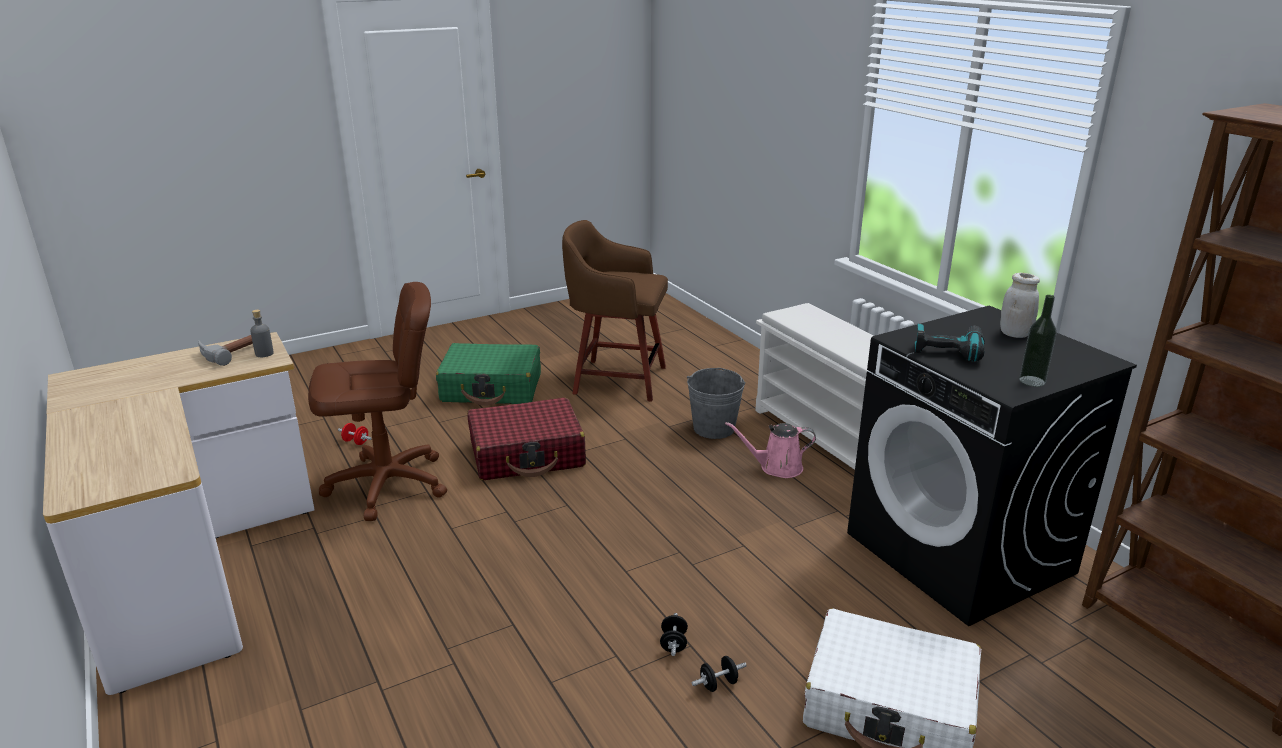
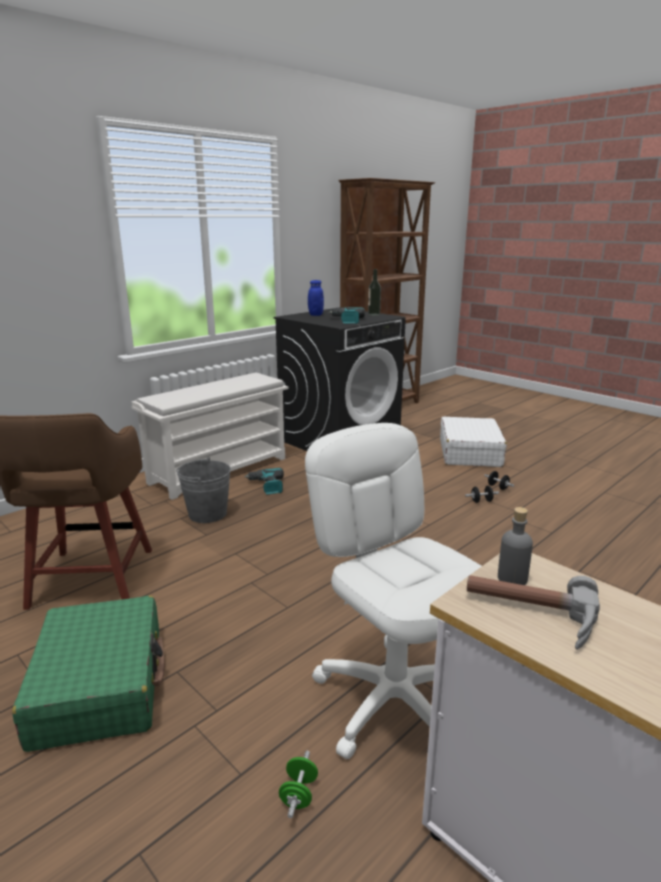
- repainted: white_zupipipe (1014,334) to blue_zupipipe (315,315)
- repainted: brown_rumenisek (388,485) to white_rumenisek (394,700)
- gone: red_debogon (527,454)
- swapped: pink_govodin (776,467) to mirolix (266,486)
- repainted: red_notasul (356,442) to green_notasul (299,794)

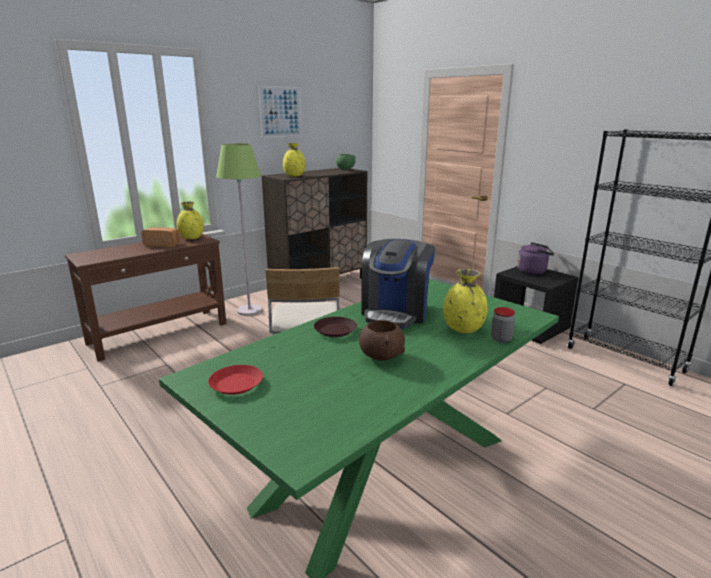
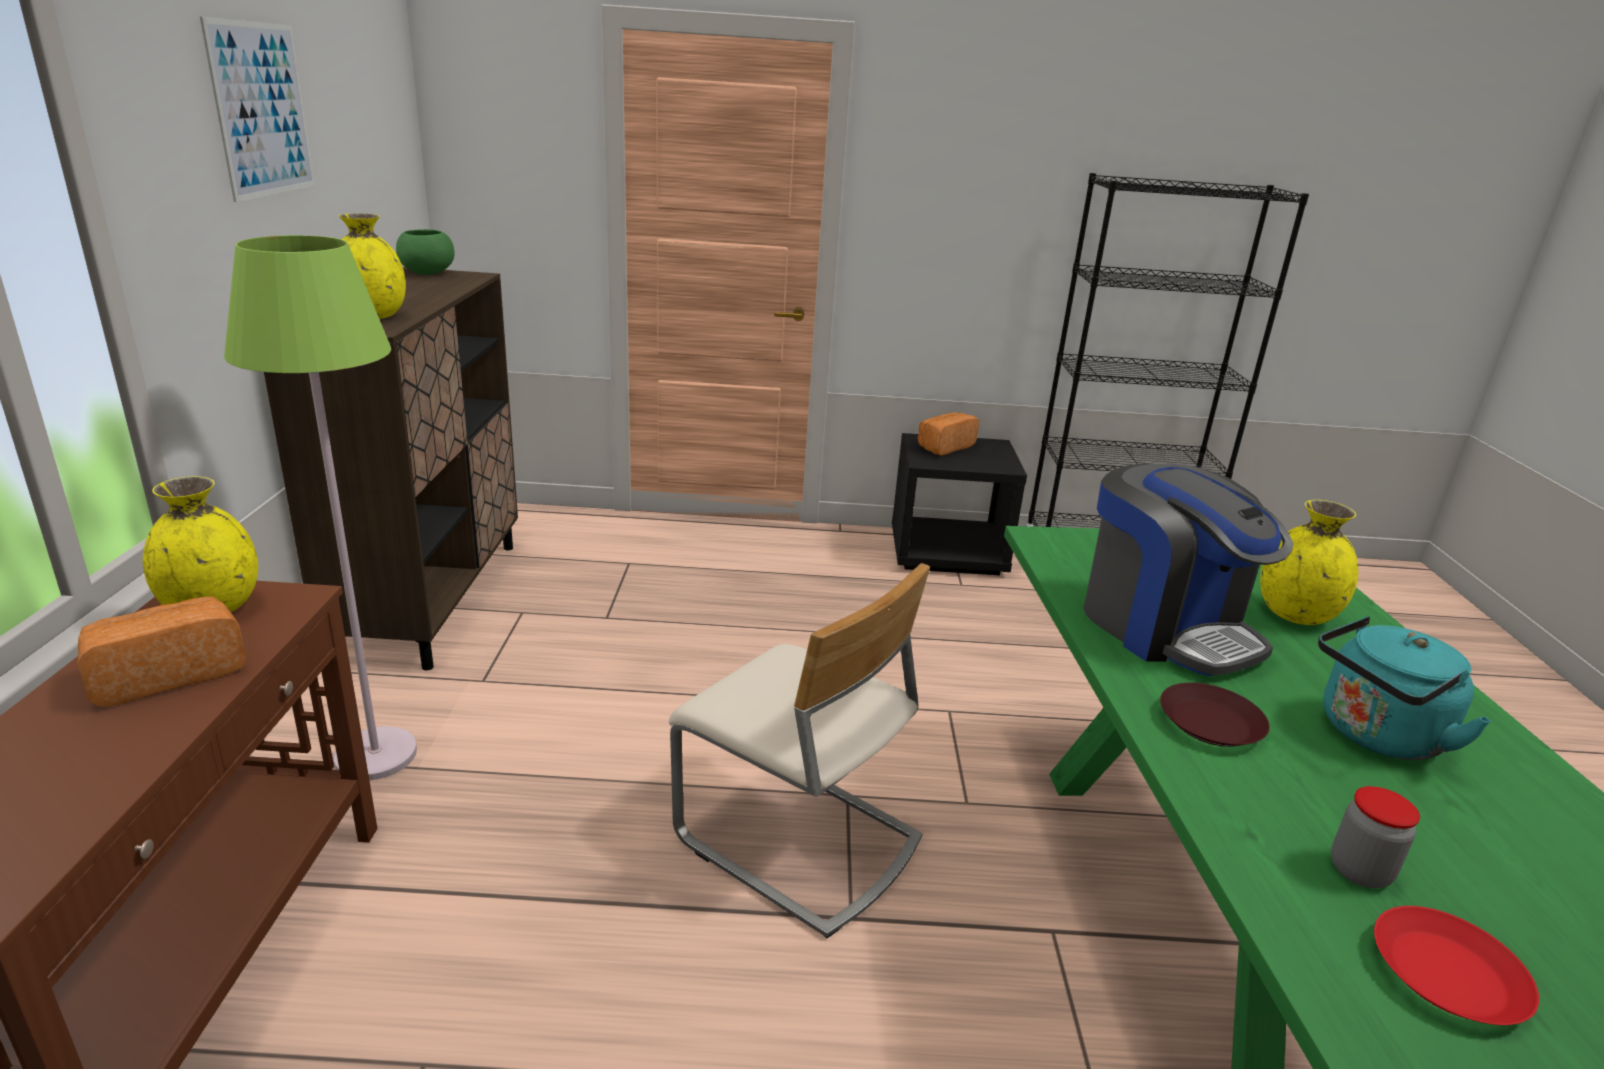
- swapped: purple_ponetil (533,271) to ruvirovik (944,446)
- shifted: zupipipe (501,339) to (1359,871)
- swapped: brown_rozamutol (381,356) to turquoise_ponetil (1375,736)

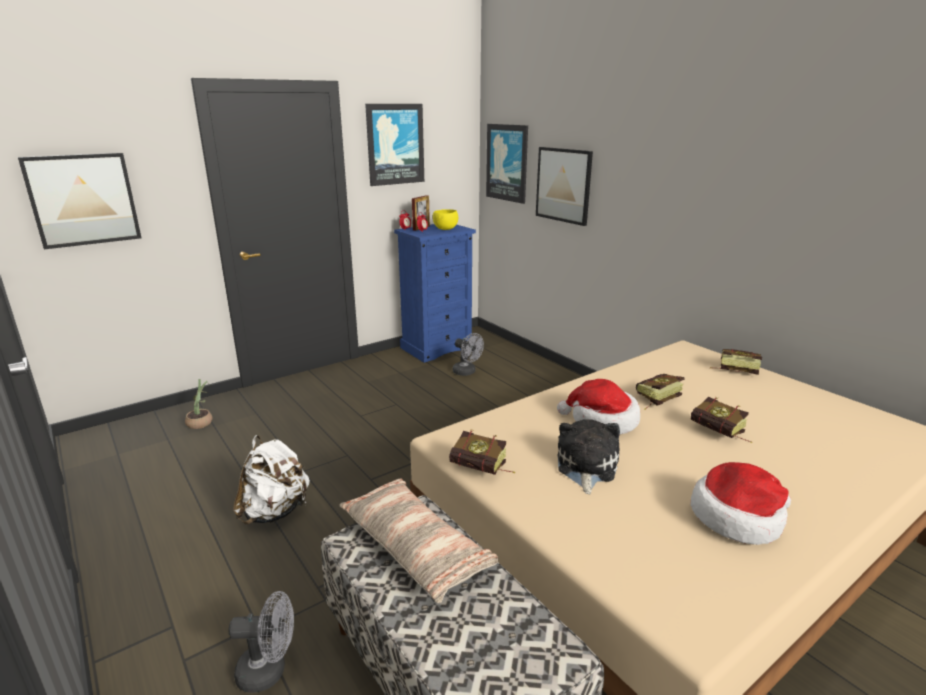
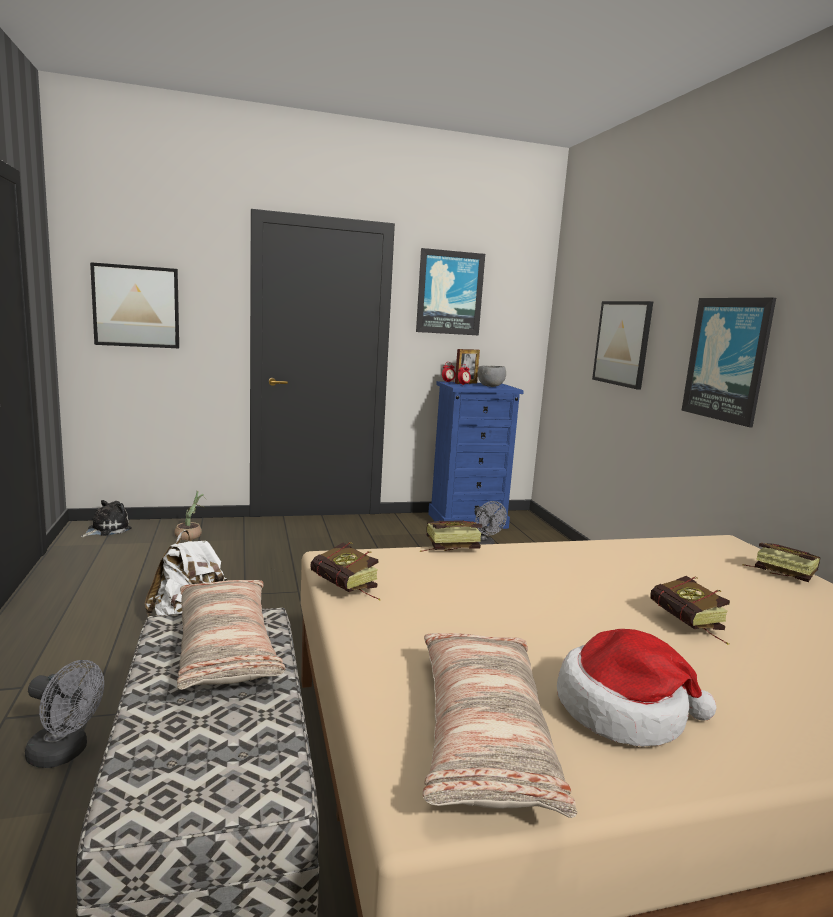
- shifted: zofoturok (507,163) to (727,359)
- repainted: yellow_rozamutol (445,229) to grey_rozamutol (490,386)
- shifted: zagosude (655,400) to (446,547)
- gone: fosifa (602,421)
- shifted: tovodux (585,467) to (106,529)
- new: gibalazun (482,733)

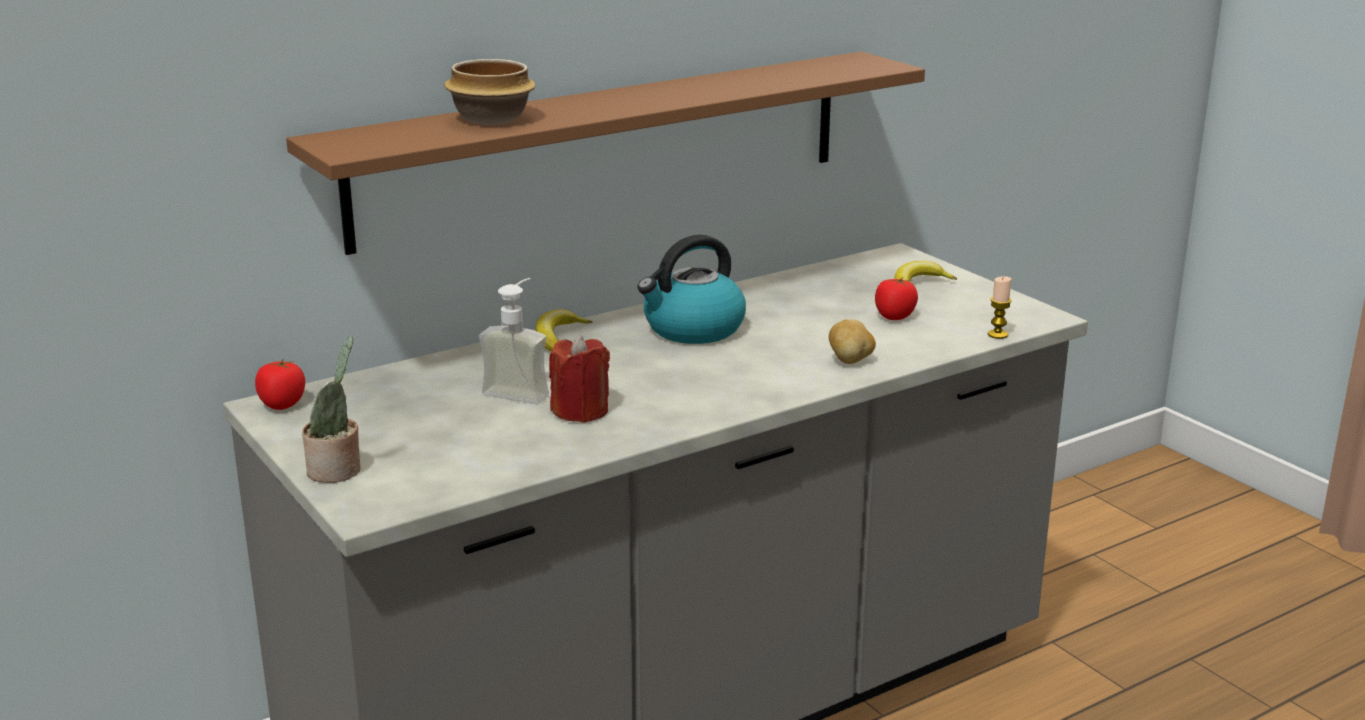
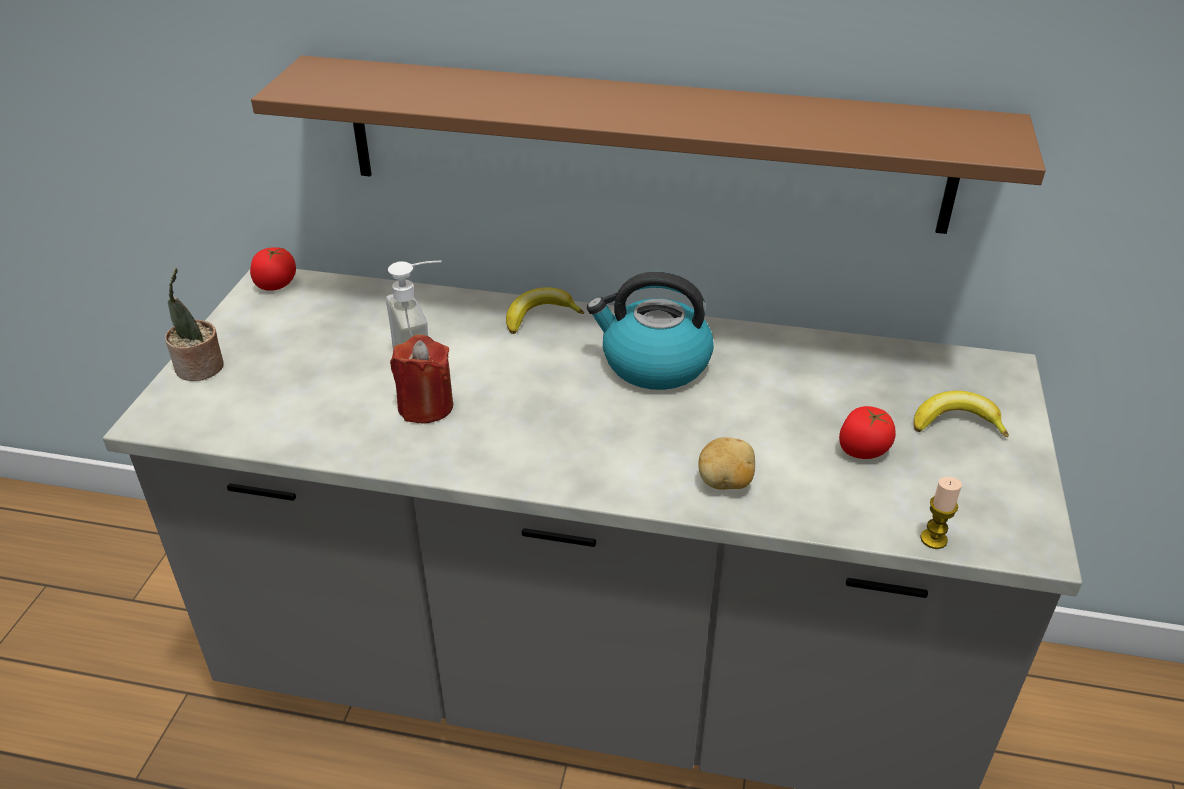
- gone: rozamutol (490,118)

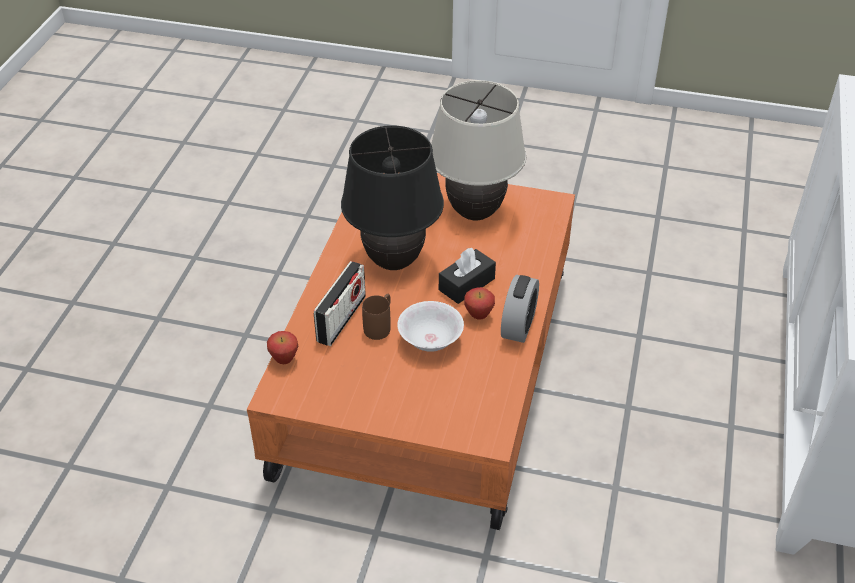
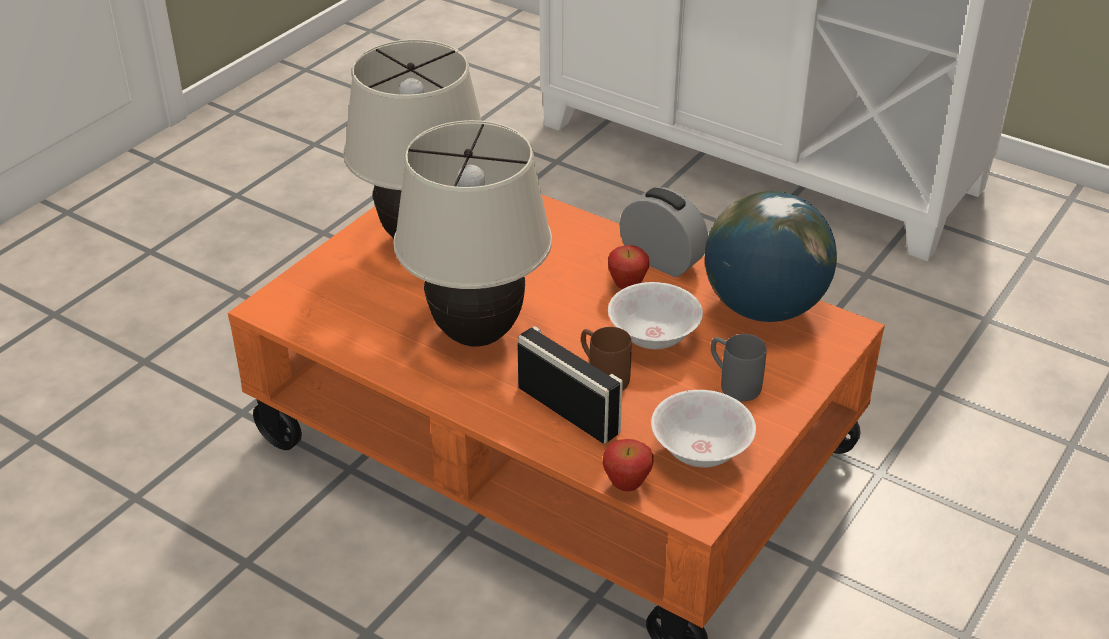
- repainted: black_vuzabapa (393,261) to beige_vuzabapa (476,335)
- gone: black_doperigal (466,284)
- new: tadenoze (765,308)
- new: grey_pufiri (733,383)
- new: white_rozamutol (701,452)

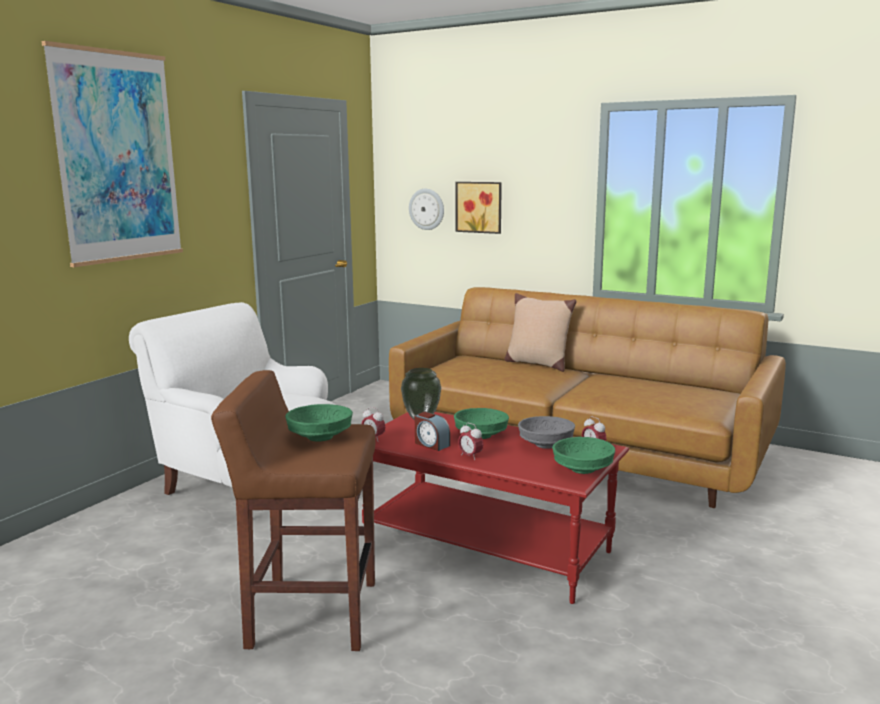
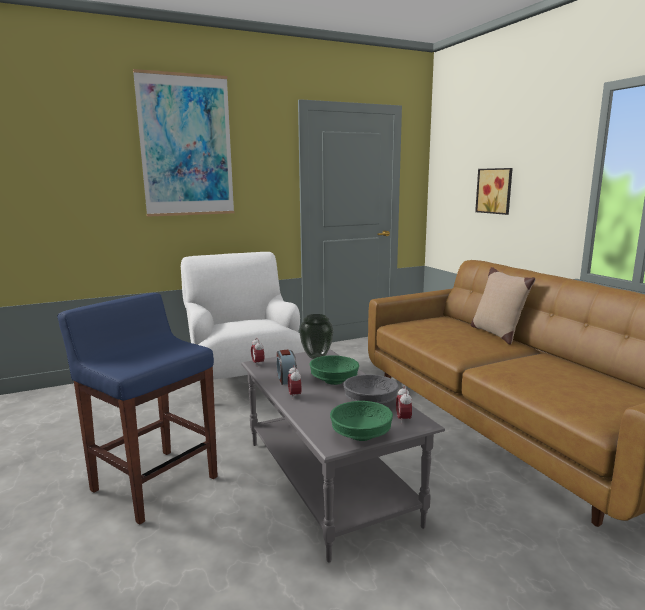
- gone: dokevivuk (427,209)
- repainted: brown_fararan (311,614) to blue_fararan (154,483)
- gone: green_rozamutol (321,437)
- repainted: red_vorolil (488,547) to grey_vorolil (329,480)

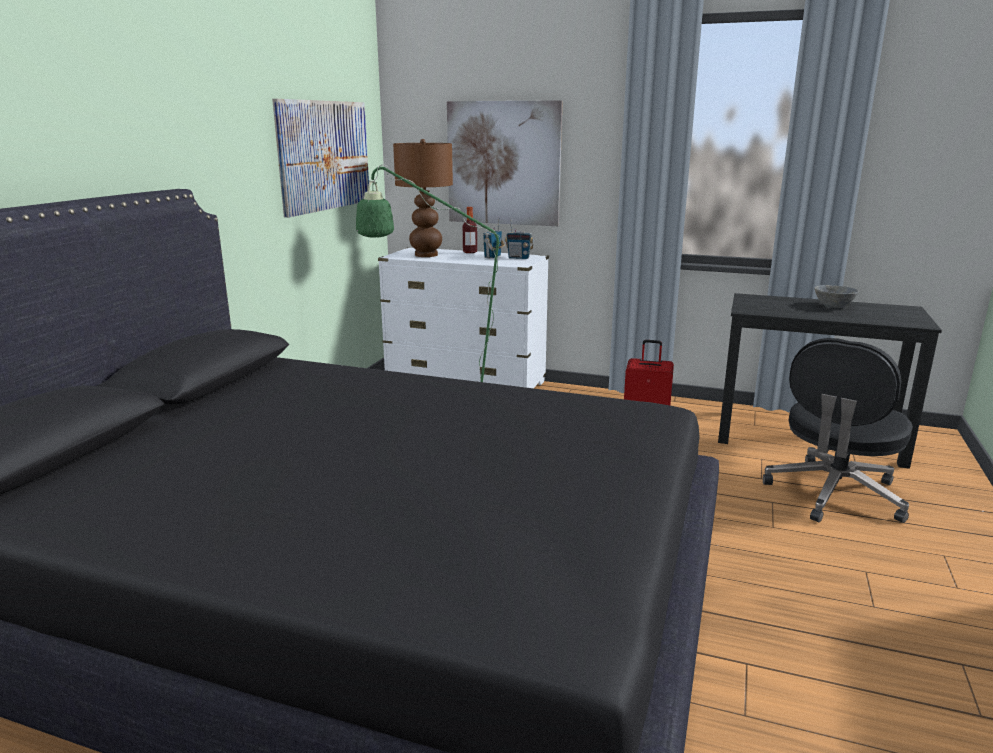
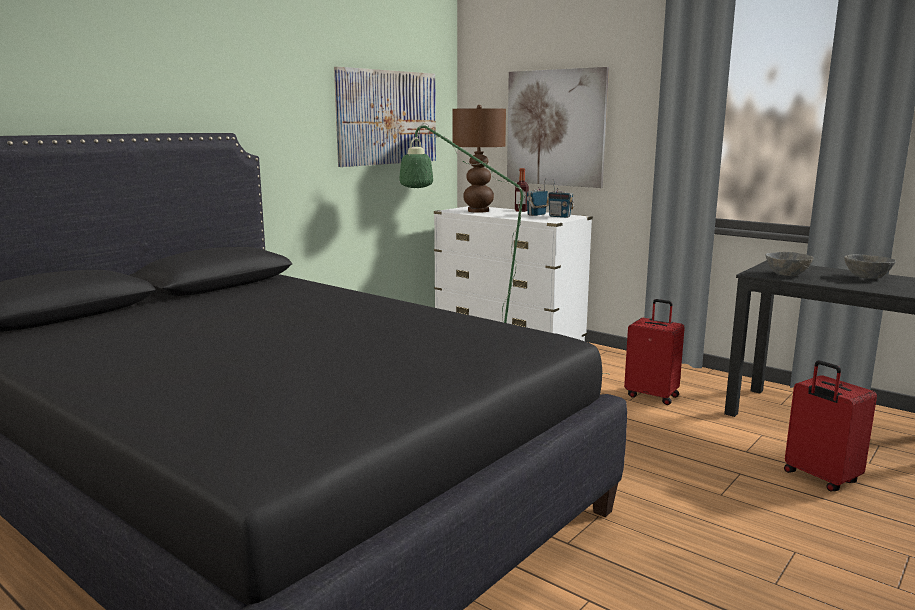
- swapped: black_rumenisek (834,494) to red_debogon (820,478)
- new: grey_rozamutol (786,274)

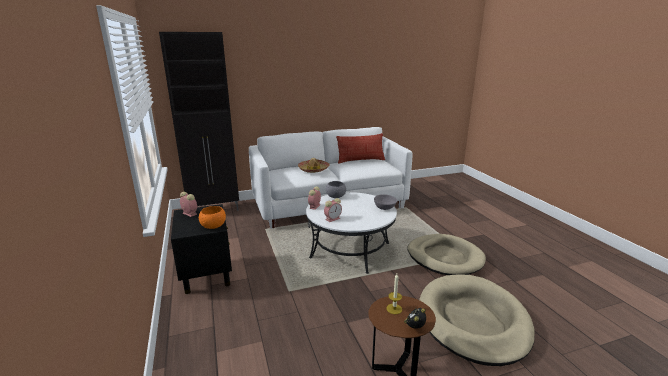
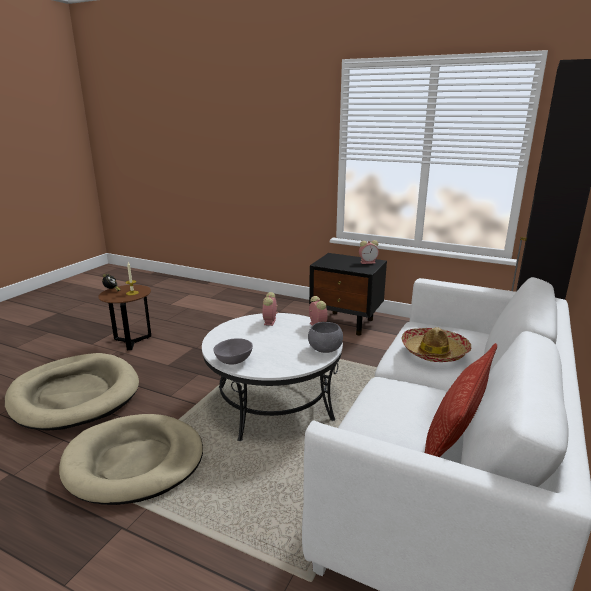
- gone: orange_rozamutol (213,226)

